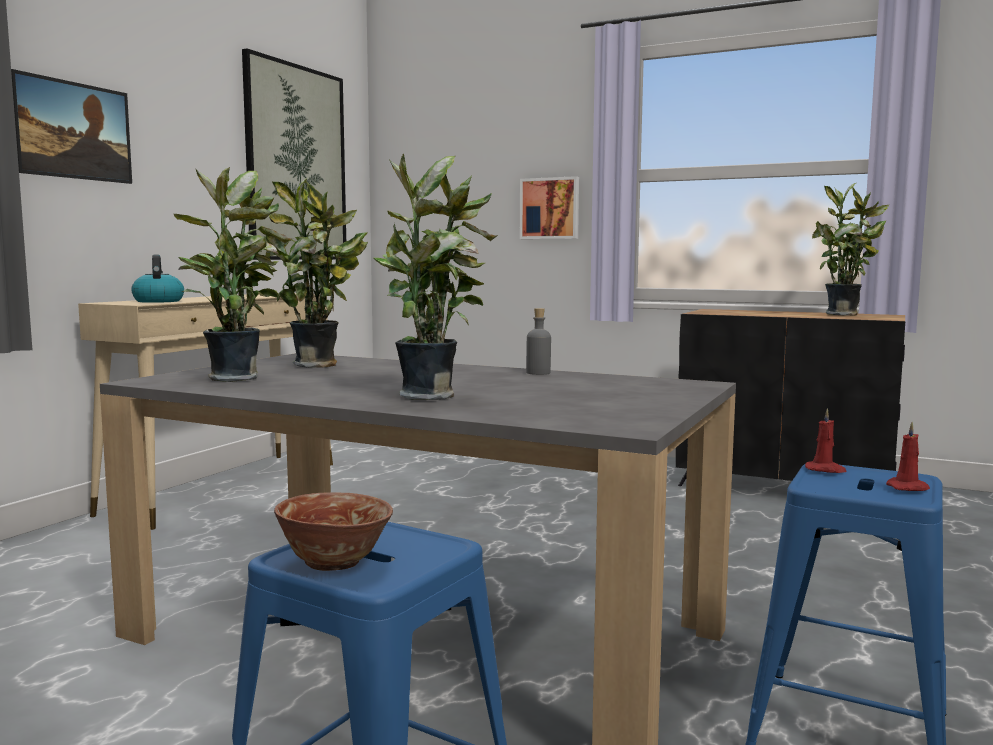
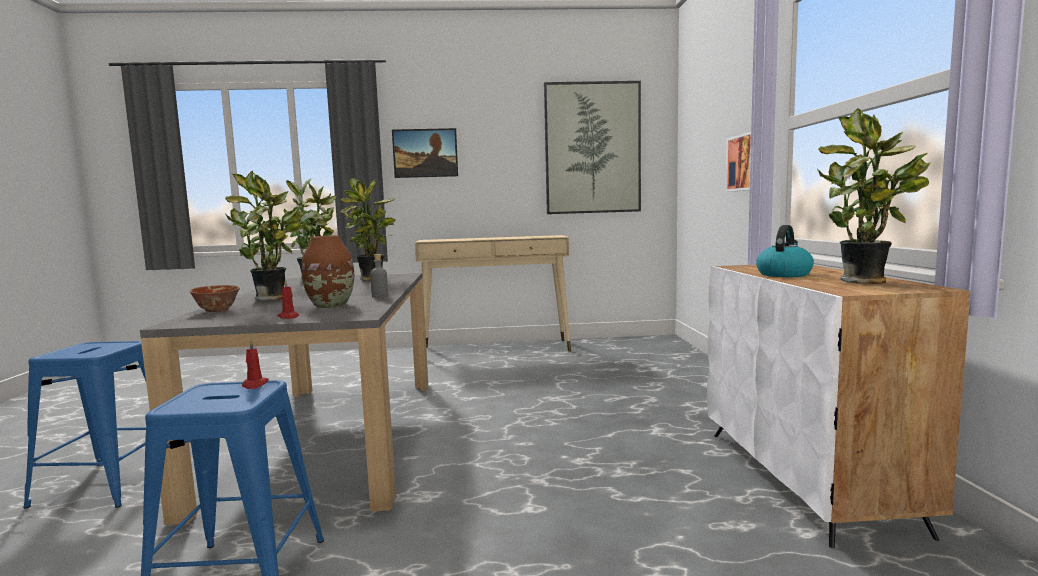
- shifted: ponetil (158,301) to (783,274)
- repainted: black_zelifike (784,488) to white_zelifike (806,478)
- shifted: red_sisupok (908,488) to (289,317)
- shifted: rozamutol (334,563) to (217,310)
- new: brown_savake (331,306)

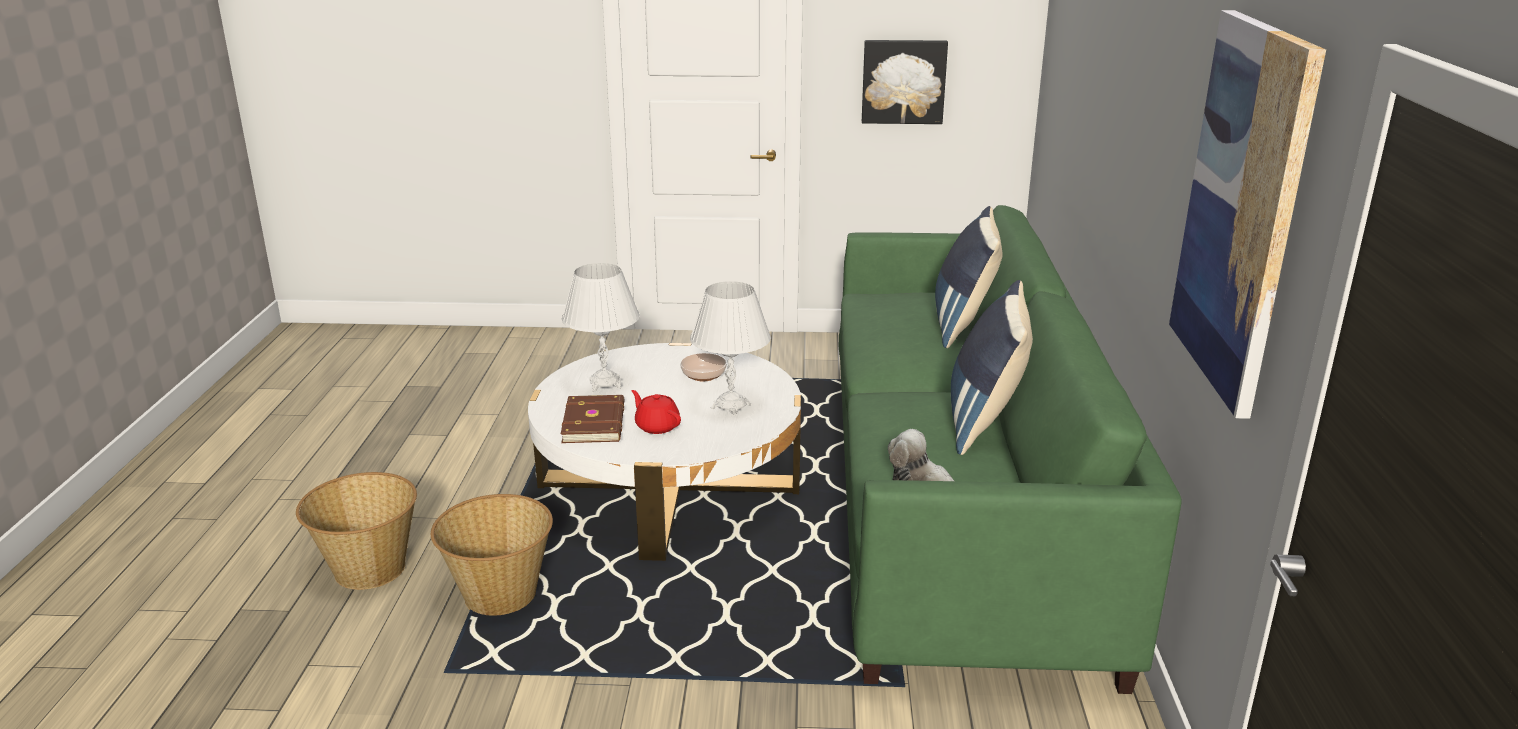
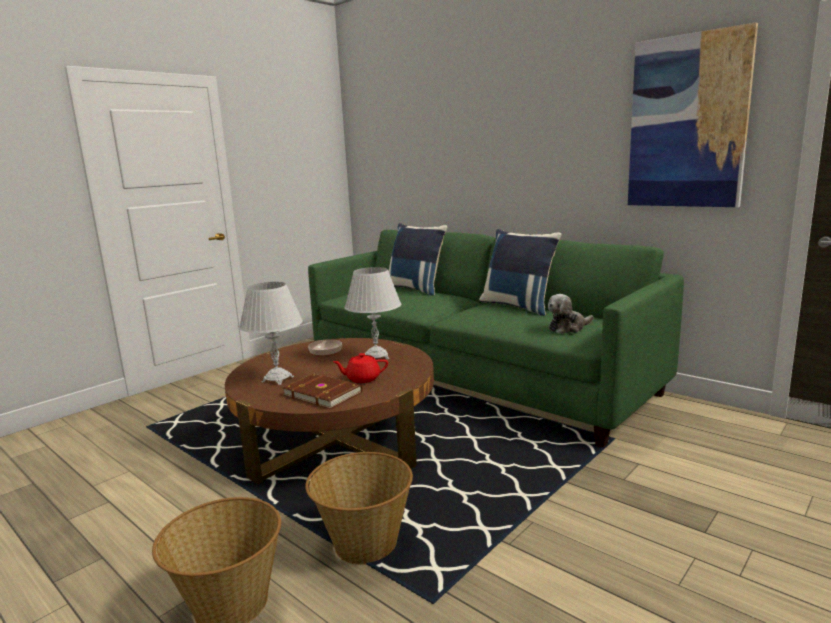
- gone: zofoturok (903,81)
- repainted: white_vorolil (669,486) to brown_vorolil (337,439)

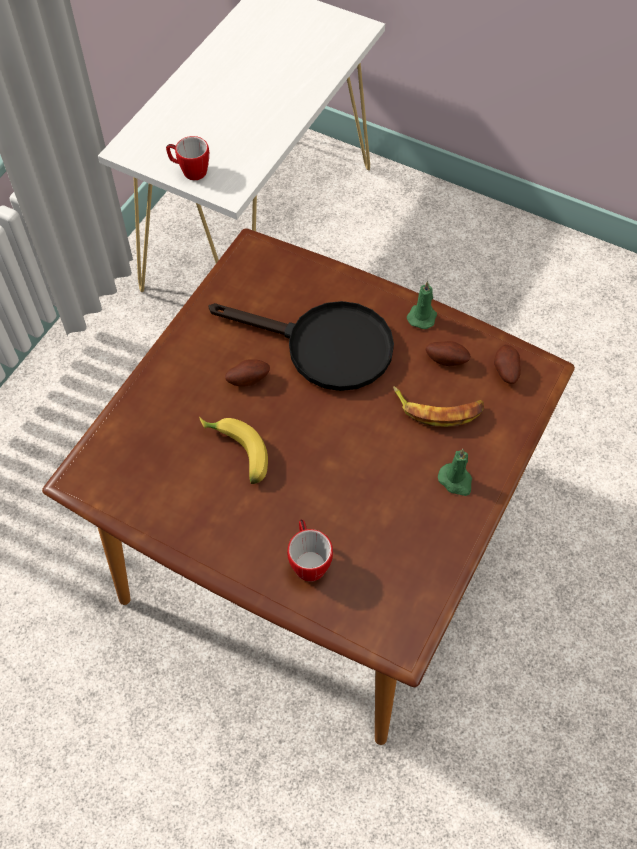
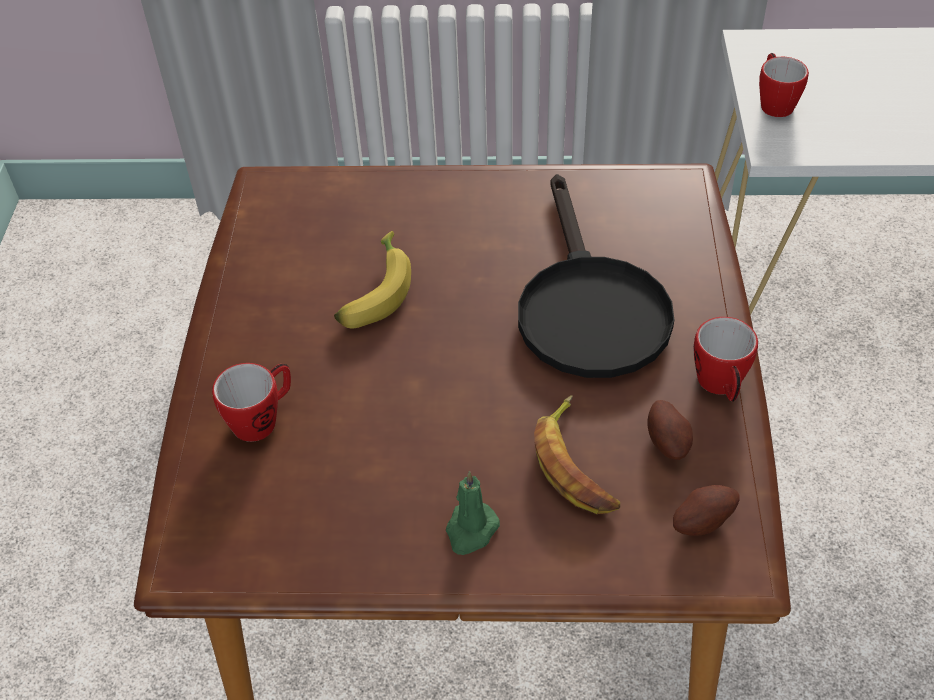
- swapped: green_sisupok (422,316) to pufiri (721,386)
- gone: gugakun (248,379)

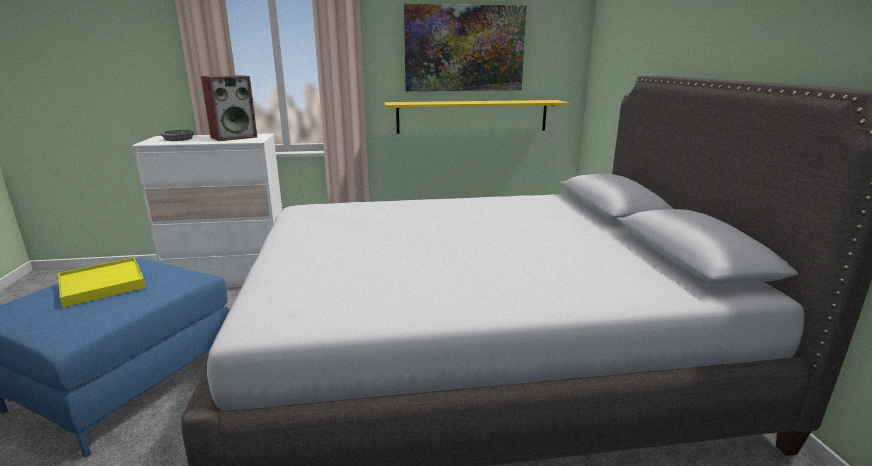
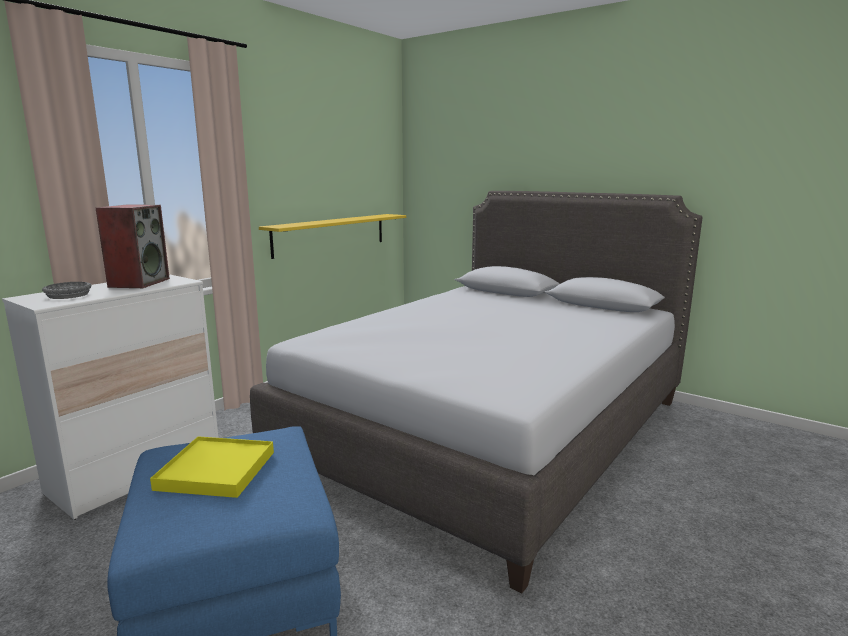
- gone: zofoturok (464,49)

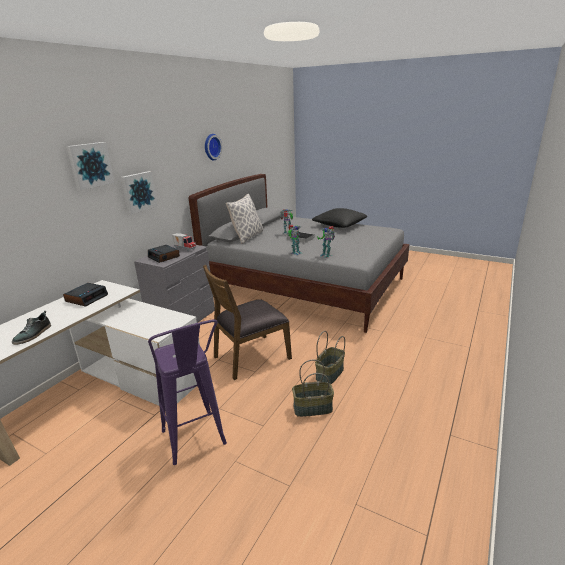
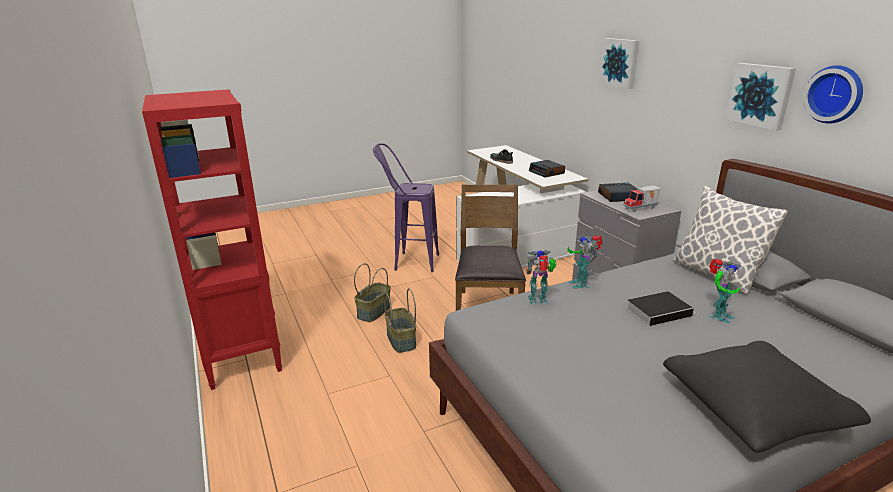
- shifted: zofoturok (138,192) to (761,95)
- new: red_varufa (242,356)

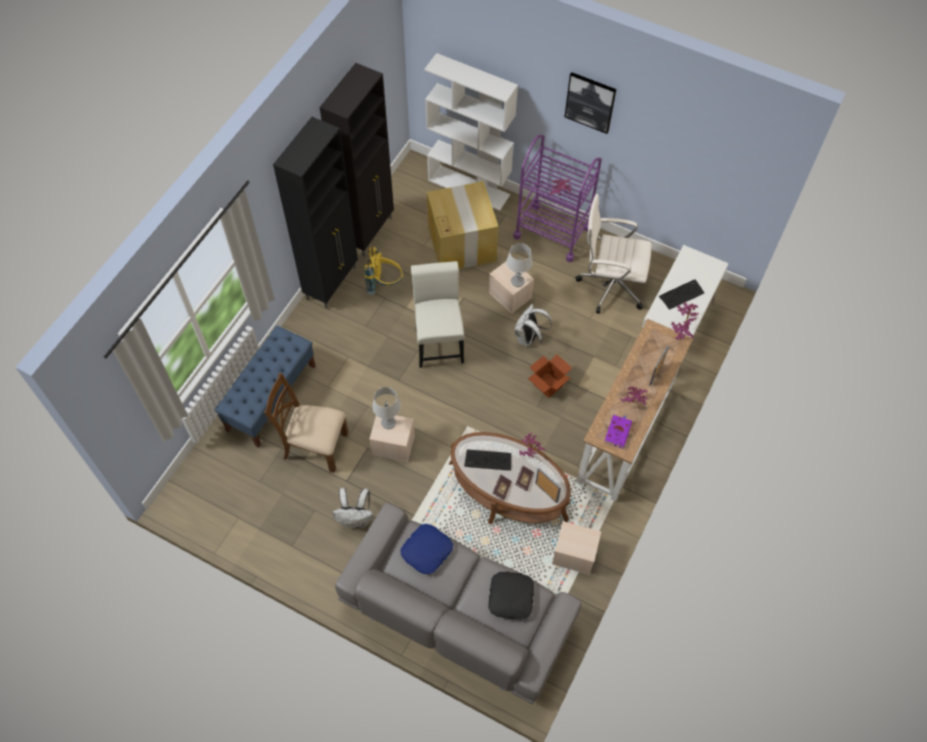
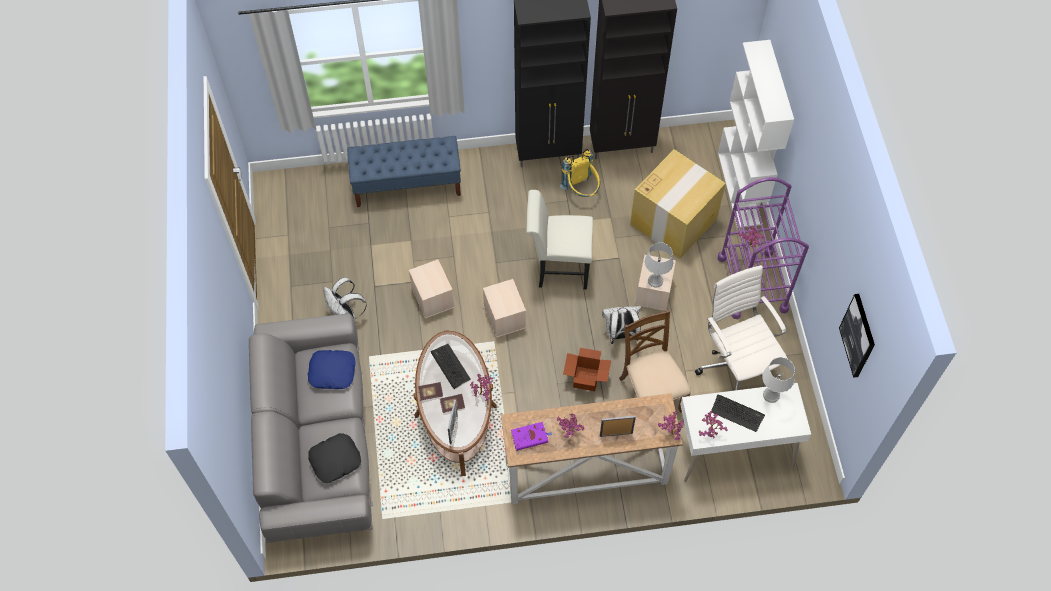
- shifted: zofoturok (590,102) to (858,335)
- rotated: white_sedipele (438,342) = (558,268) 135 degrees counterclockwise
- shifted: brown_sedipele (314,445) to (650,393)
- shifted: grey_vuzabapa (388,423) to (771,395)
- shifted: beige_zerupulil (573,555) to (504,317)

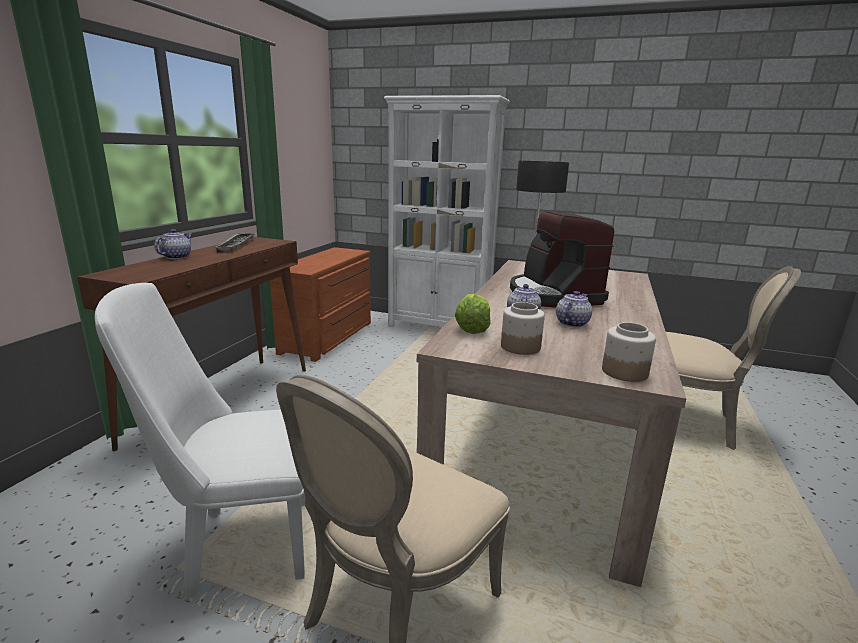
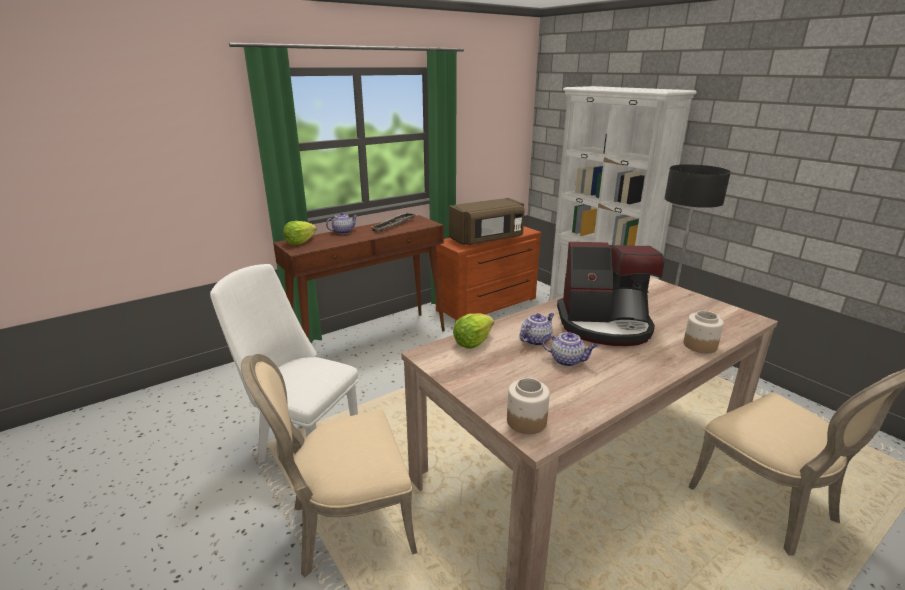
- rotated: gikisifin (553,295) = (605,325) 105 degrees counterclockwise
- rotated: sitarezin (572,323) = (567,360) 45 degrees clockwise
- shifted: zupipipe (520,347) to (699,345)
- new: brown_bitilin (487,239)
- new: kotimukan (300,242)

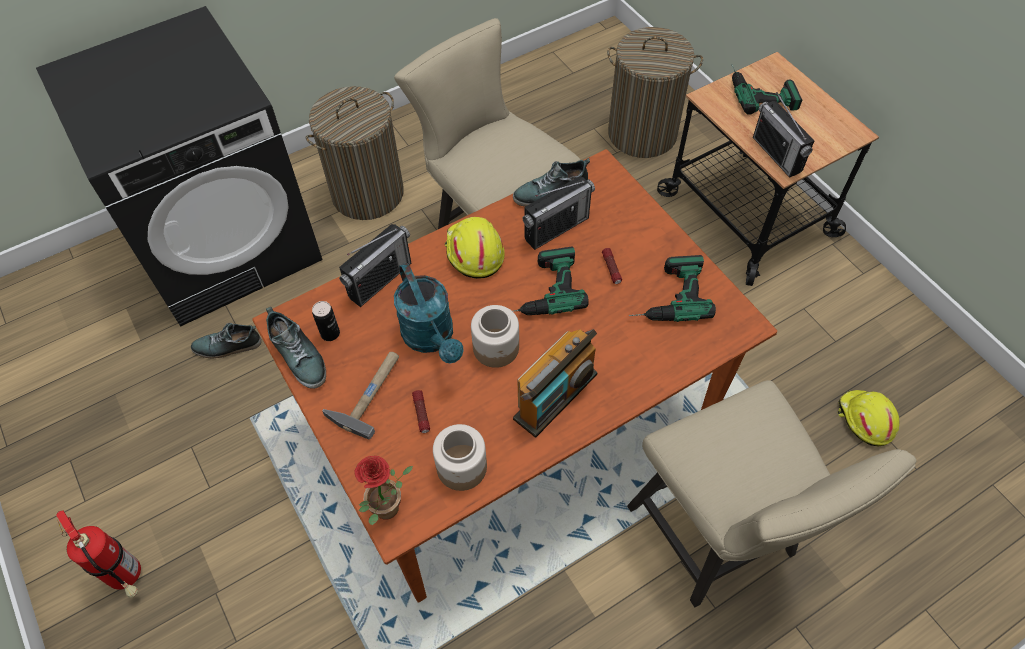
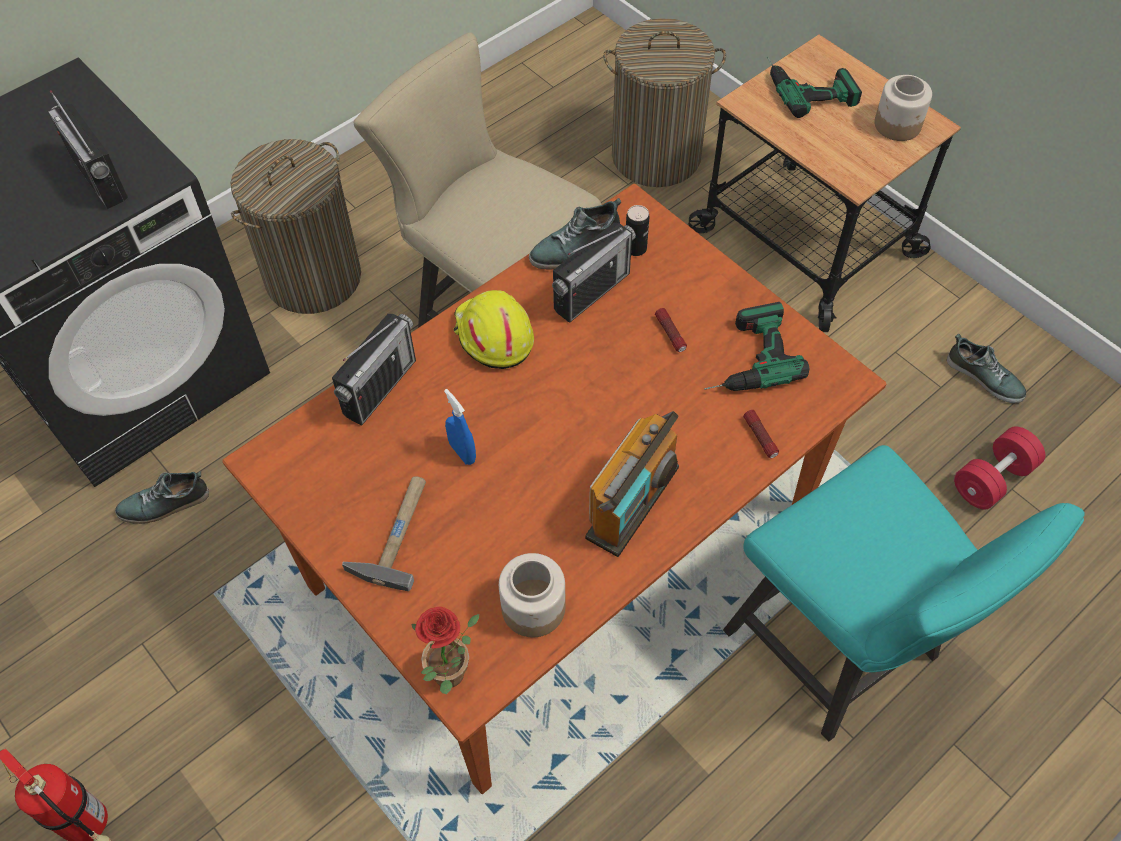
- shifted: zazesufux (777,154) to (99,178)
- gone: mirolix (540,289)
- swapped: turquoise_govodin (432,338) to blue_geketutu (462,452)
- shifted: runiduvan (330,333) to (635,248)
- shifted: zupipipe (496,348) to (898,125)
- shifted: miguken (299,355) to (985,377)
- repainted: beige_sedipele (719,539) to turquoise_sedipele (843,653)
- shifted: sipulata (421,414) to (760,437)
- swapped: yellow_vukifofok (865,420) to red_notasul (992,479)

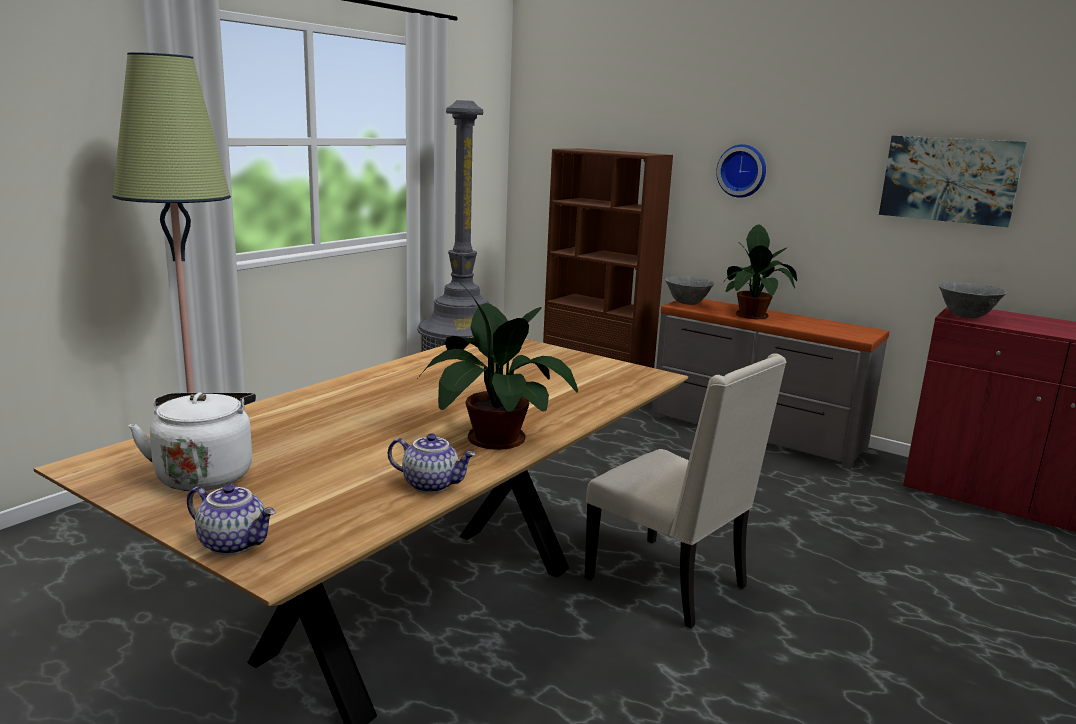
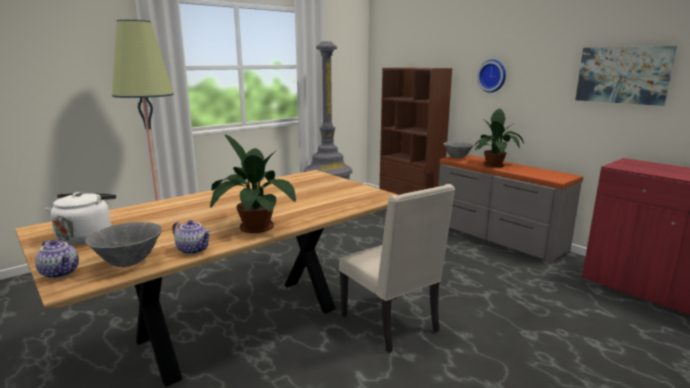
- shifted: grey_rozamutol (966,317) to (129,263)

